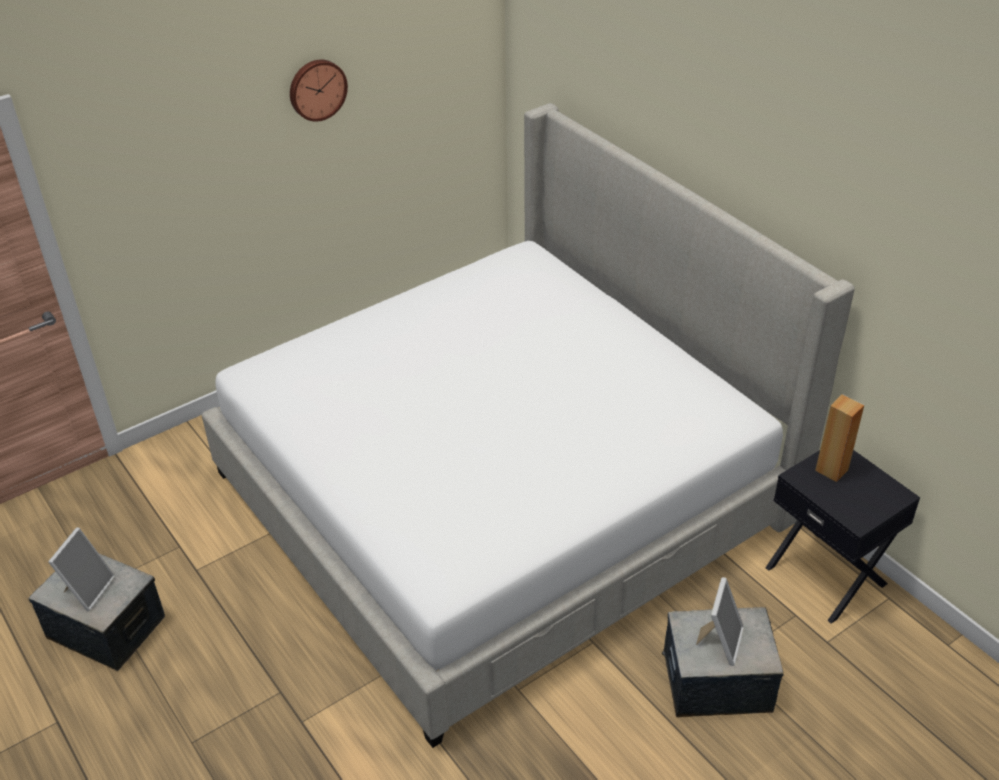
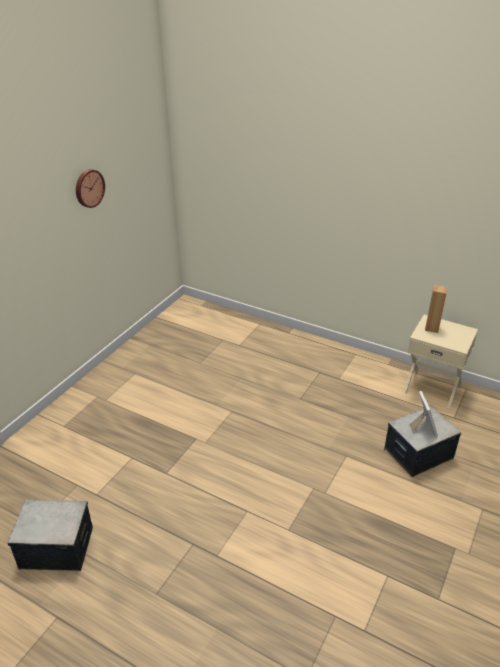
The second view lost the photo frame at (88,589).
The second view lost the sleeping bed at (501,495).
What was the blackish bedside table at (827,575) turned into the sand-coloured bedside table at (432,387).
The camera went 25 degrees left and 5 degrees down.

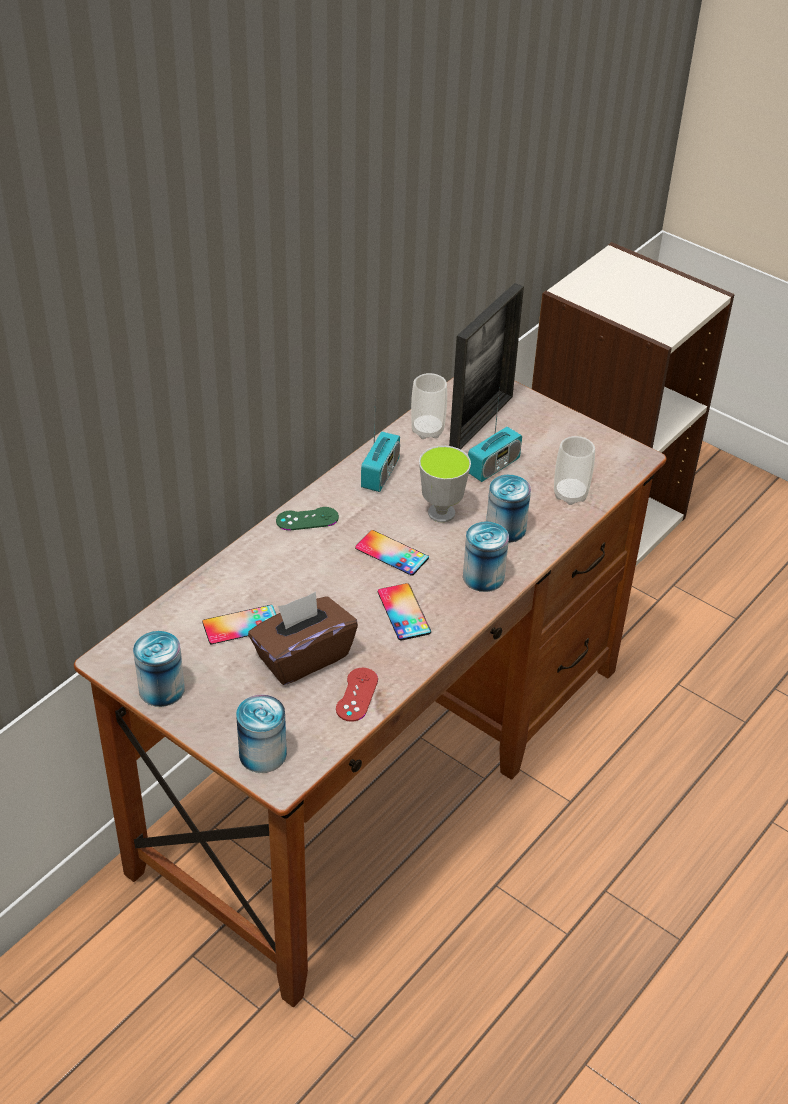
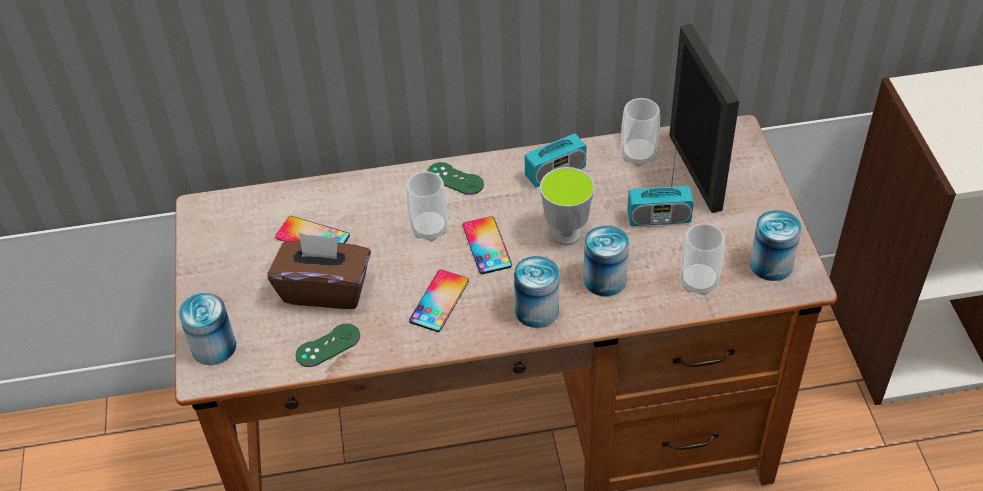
The can ended up elsewhere, having gone from (161,689) to (771,264).
What was the red-coloured joypad at (357,694) turned into the greenish joypad at (328,345).
The photo frame at (481,421) ended up facing another way, 90 degrees counterclockwise from before.
The second view gained the drinking cup at (429,229).
The camera went 45 degrees right and 5 degrees up.

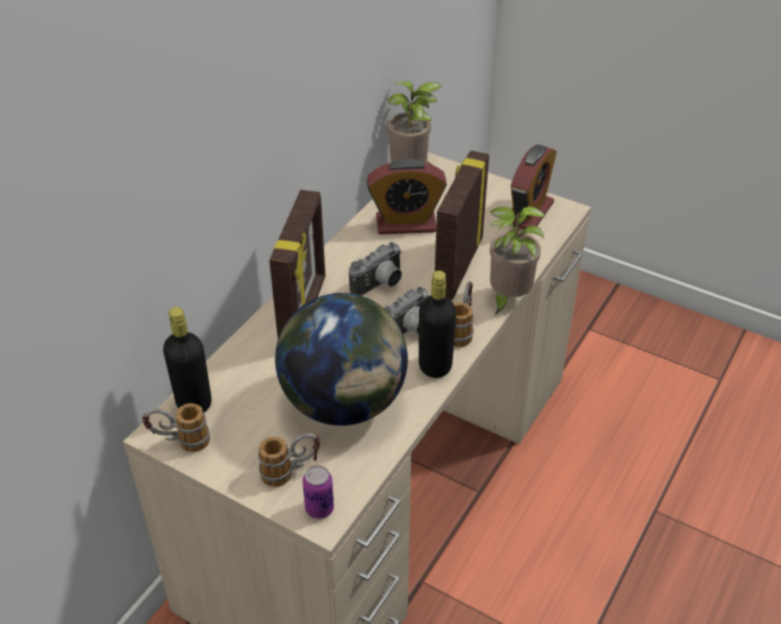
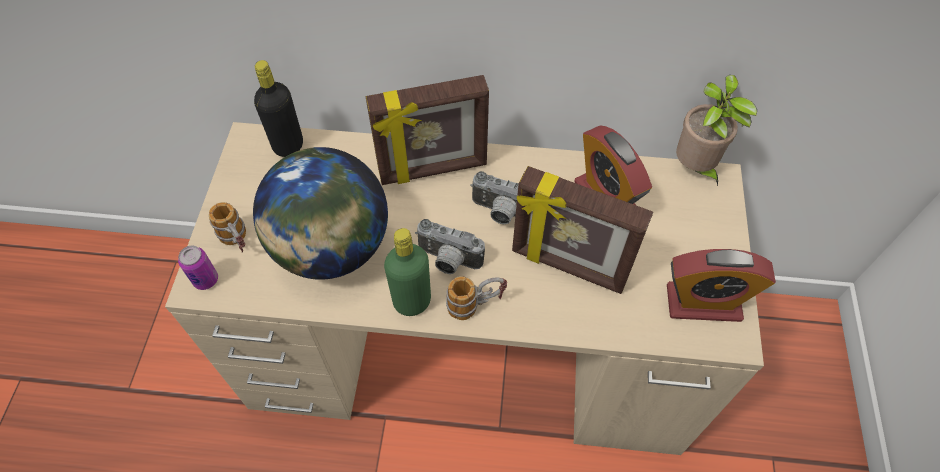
The second view lost the mug at (180,442).
What was the blackish beverage bottle at (435,366) turned into the greenish beverage bottle at (412,301).
The photo frame at (457,266) ended up facing another way, 150 degrees counterclockwise from before.
The second view lost the plant in a pot at (507,299).
The camera went 65 degrees right and 15 degrees up.

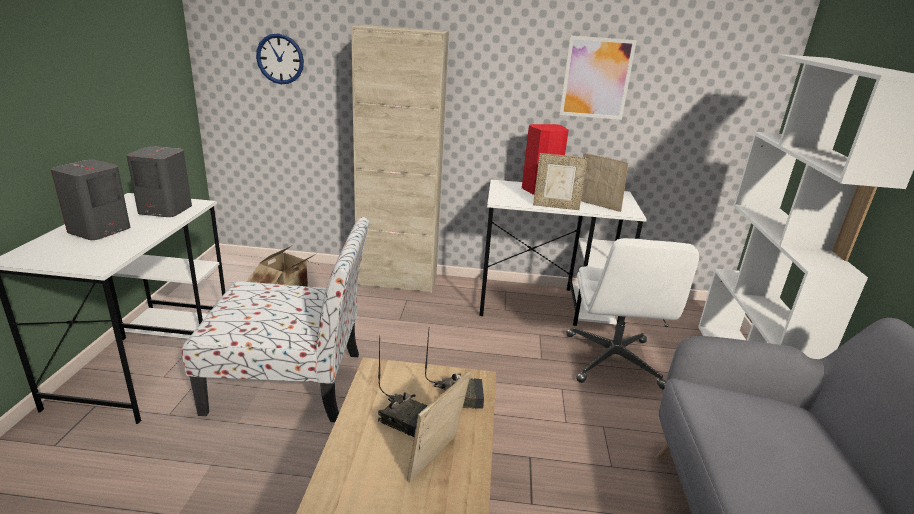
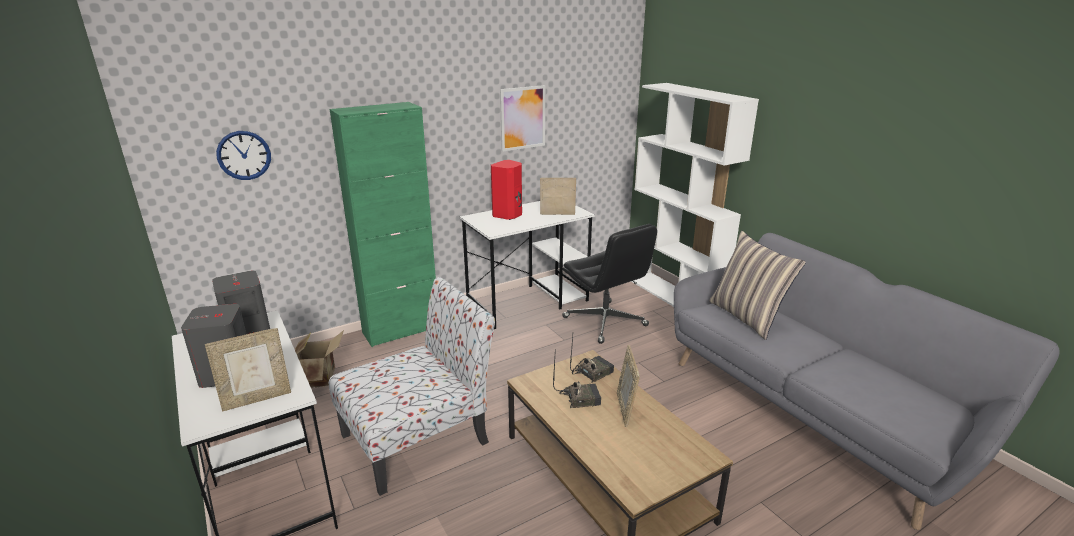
What was the sand-coloured cabinet at (397,281) turned into the greenish cabinet at (401,330).
The photo frame ended up elsewhere, having gone from (556,206) to (257,399).
What was the white computer chair at (613,362) turned into the blackish computer chair at (605,322).
The second view gained the pillow at (747,317).
The camera went 35 degrees left and 0 degrees up.

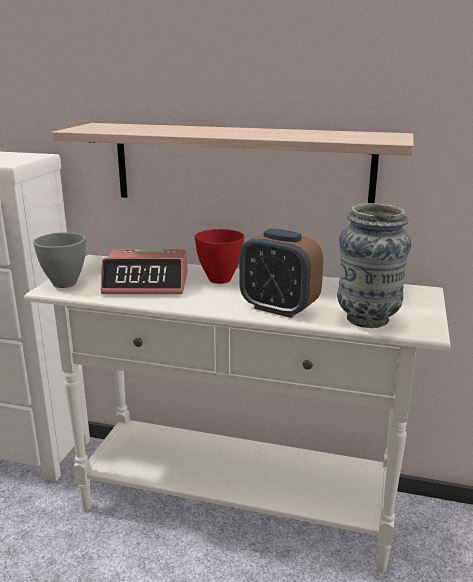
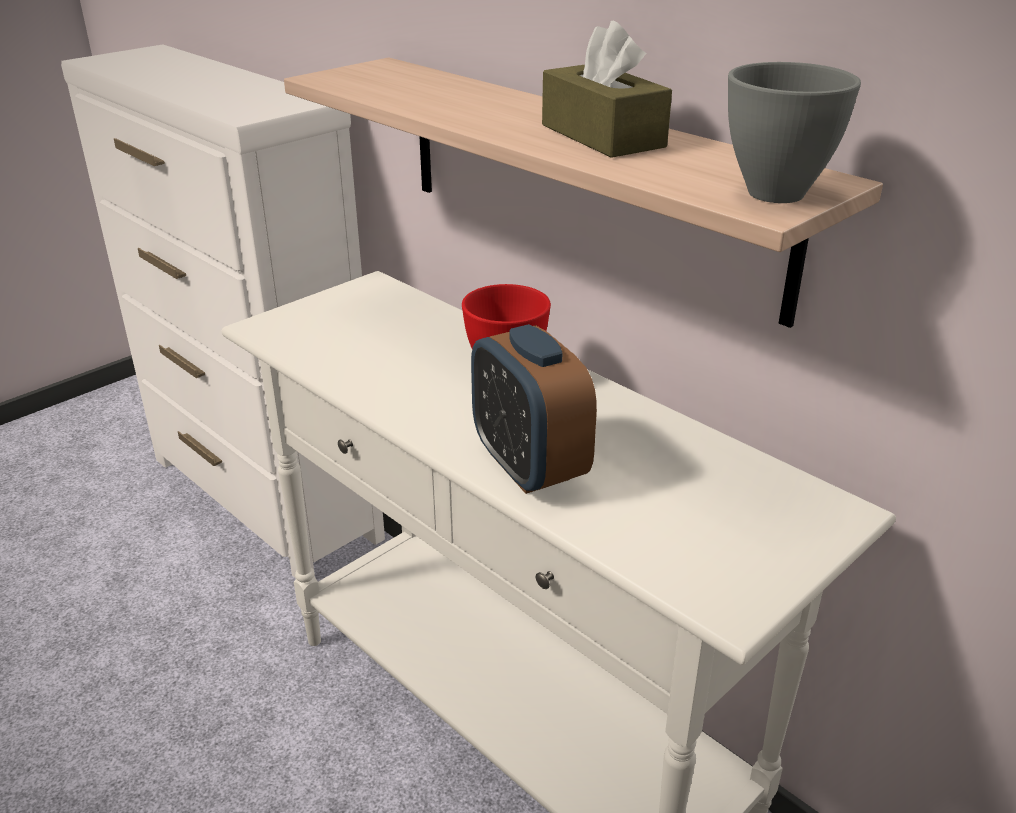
The gray deep dish ended up elsewhere, having gone from (63,283) to (772,193).
The second view lost the table clock at (147,284).
The second view lost the decorative vase at (367,320).
The second view gained the brown box of tissues at (602,136).
The camera went 30 degrees right and 10 degrees up.

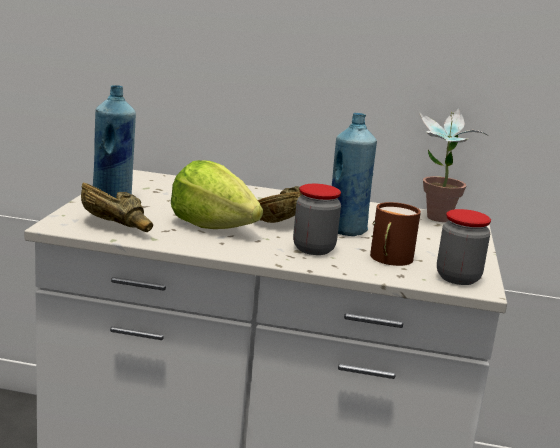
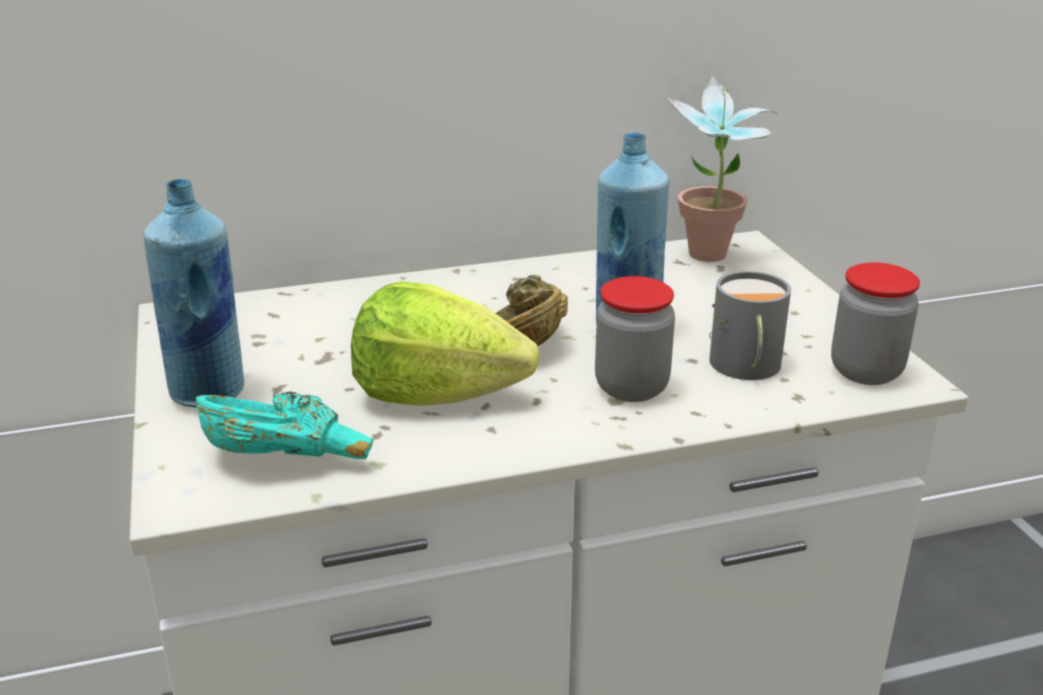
What was the brown deep dish at (120,225) turned into the blue-green deep dish at (290,454).
What was the brown mug at (389,258) turned into the gray mug at (745,366).
The camera went 25 degrees left and 10 degrees up.

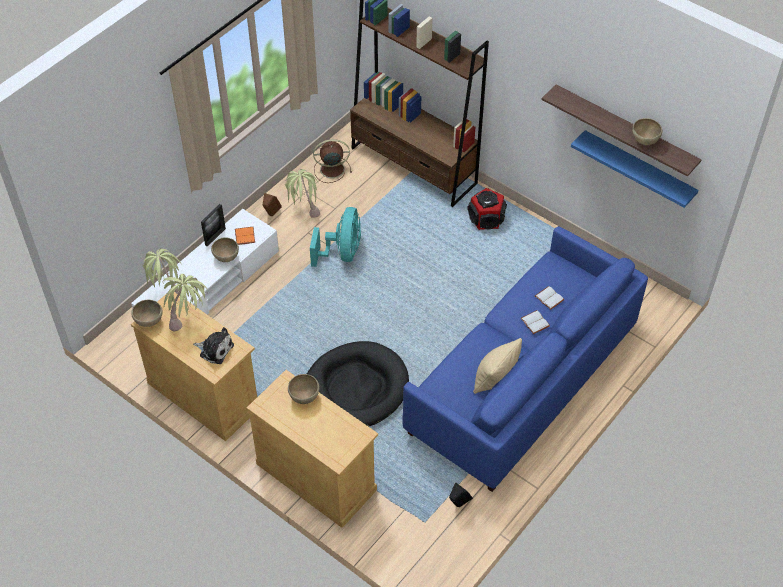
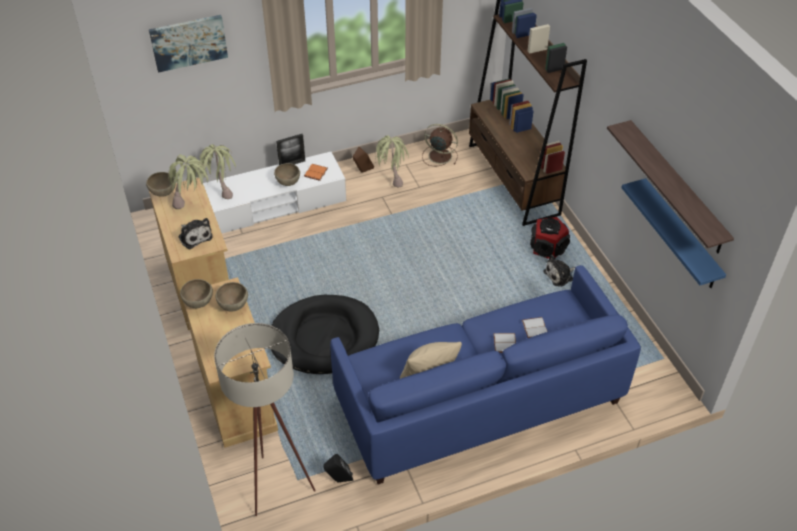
The second view lost the blue-green electric fan at (342,253).
The brown deep dish ended up elsewhere, having gone from (644,141) to (198,303).
The second view gained the picture at (188,42).
The second view gained the sand-coloured floor lamp at (275,480).
The second view gained the plush toy at (560,275).
The camera went 30 degrees right and 5 degrees down.

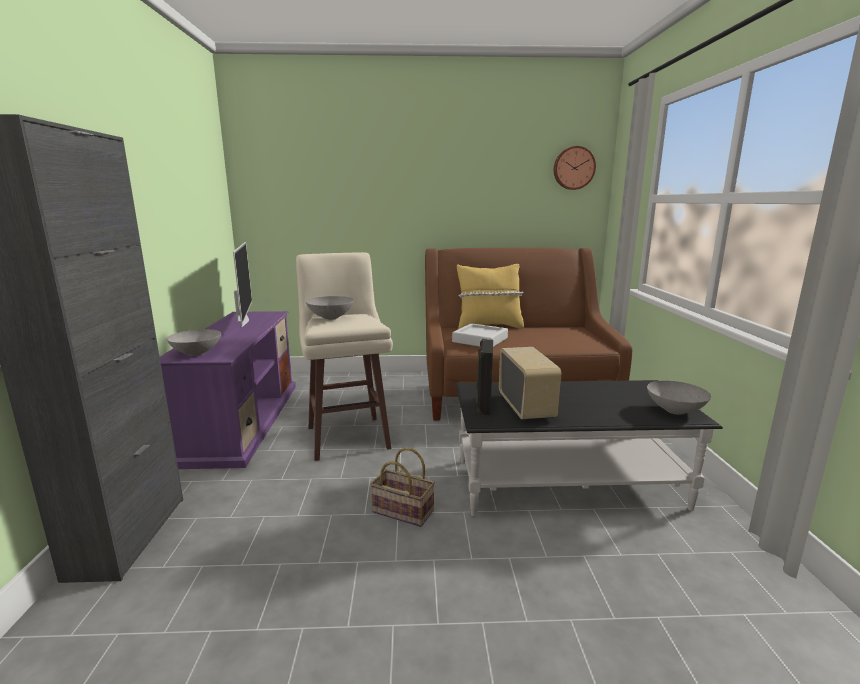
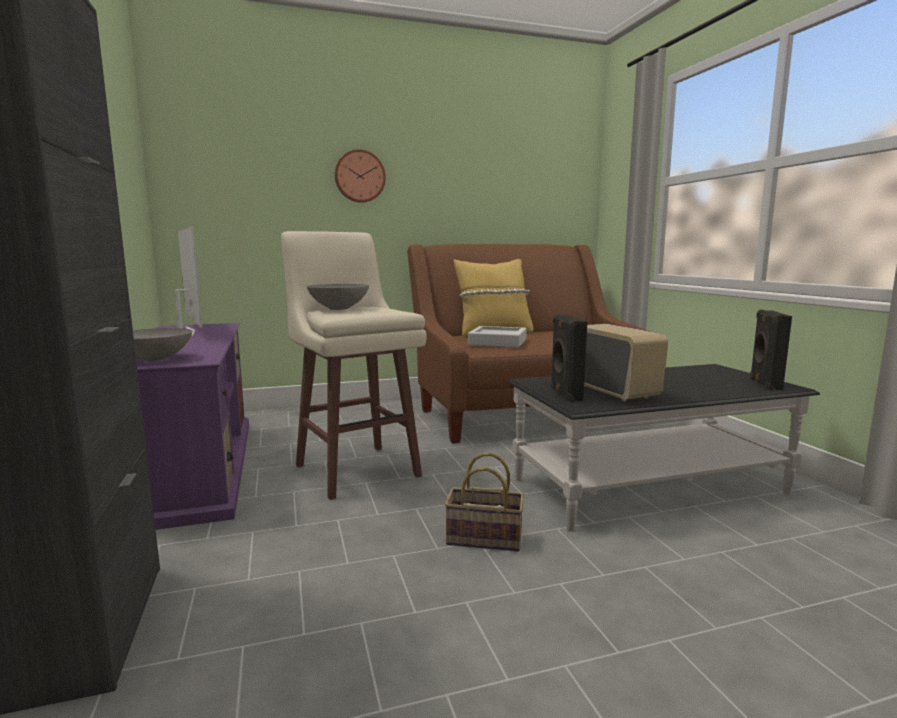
The hanging clock ended up elsewhere, having gone from (573,168) to (359,176).
Where the gray deep dish stood at (675,411), the blackish audio speaker came to stand at (764,384).
The camera went 15 degrees left and 5 degrees down.

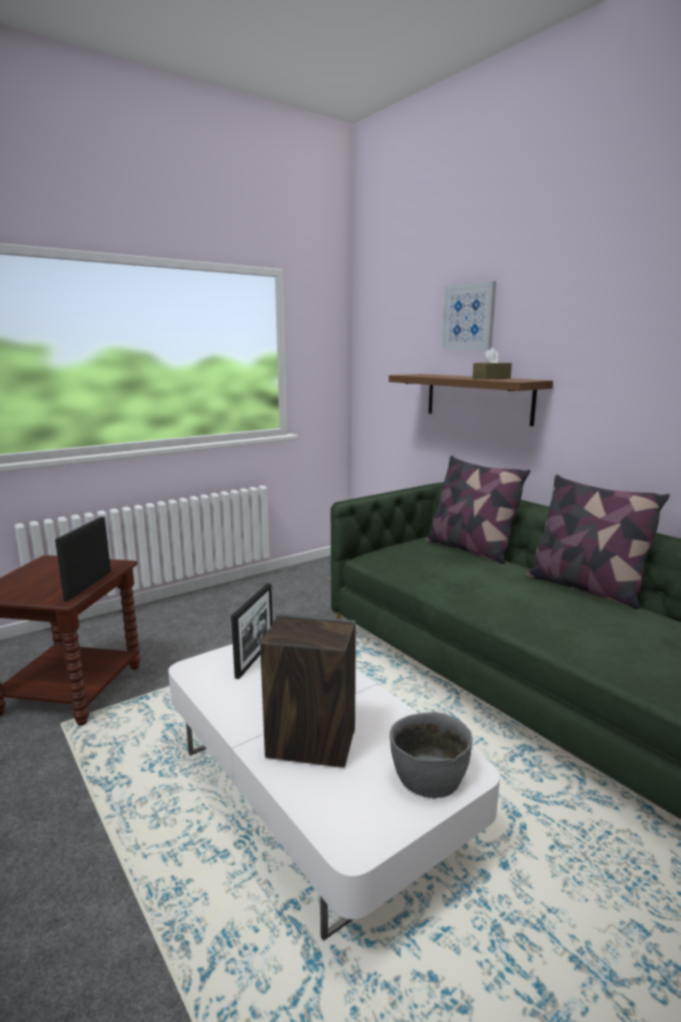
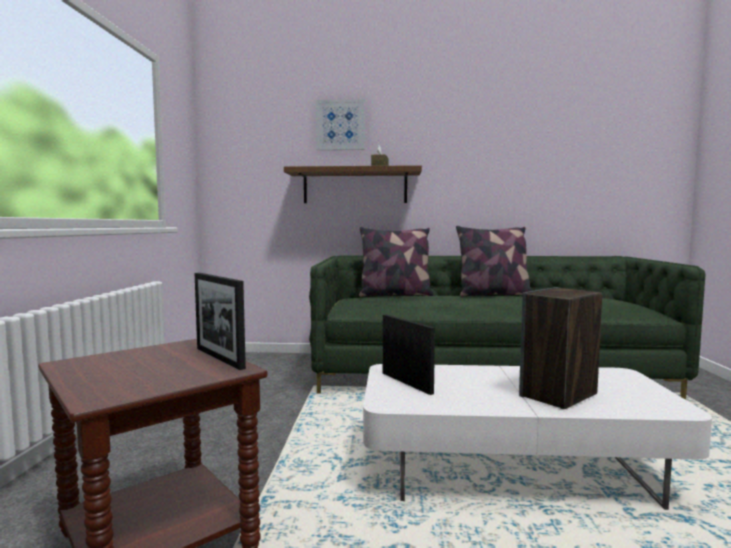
The second view lost the gray deep dish at (428,776).
The camera went 50 degrees left and 10 degrees down.

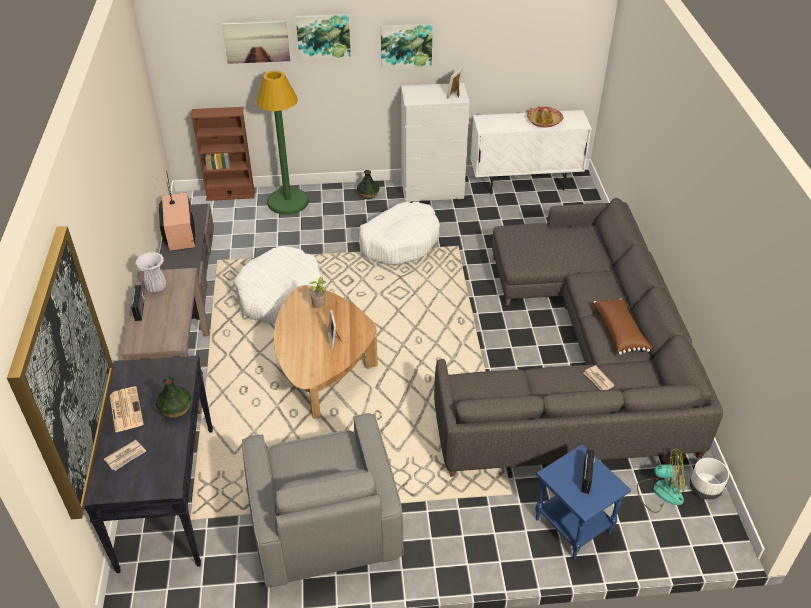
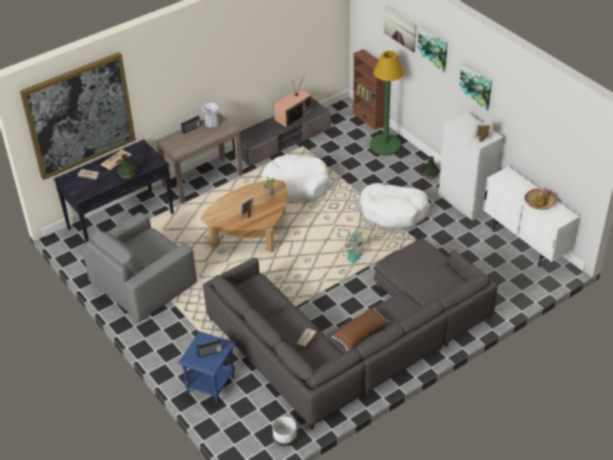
The electric fan ended up elsewhere, having gone from (660,492) to (352,253).
The camera went 60 degrees right and 0 degrees up.

